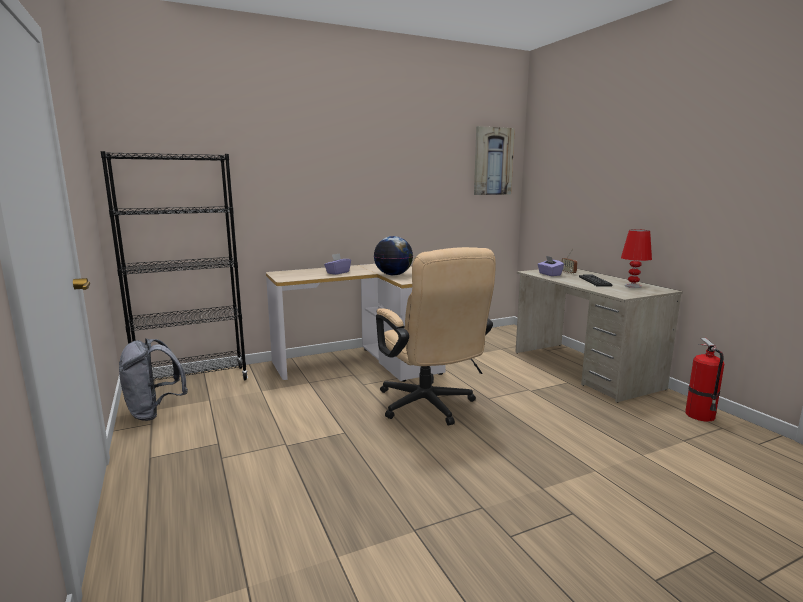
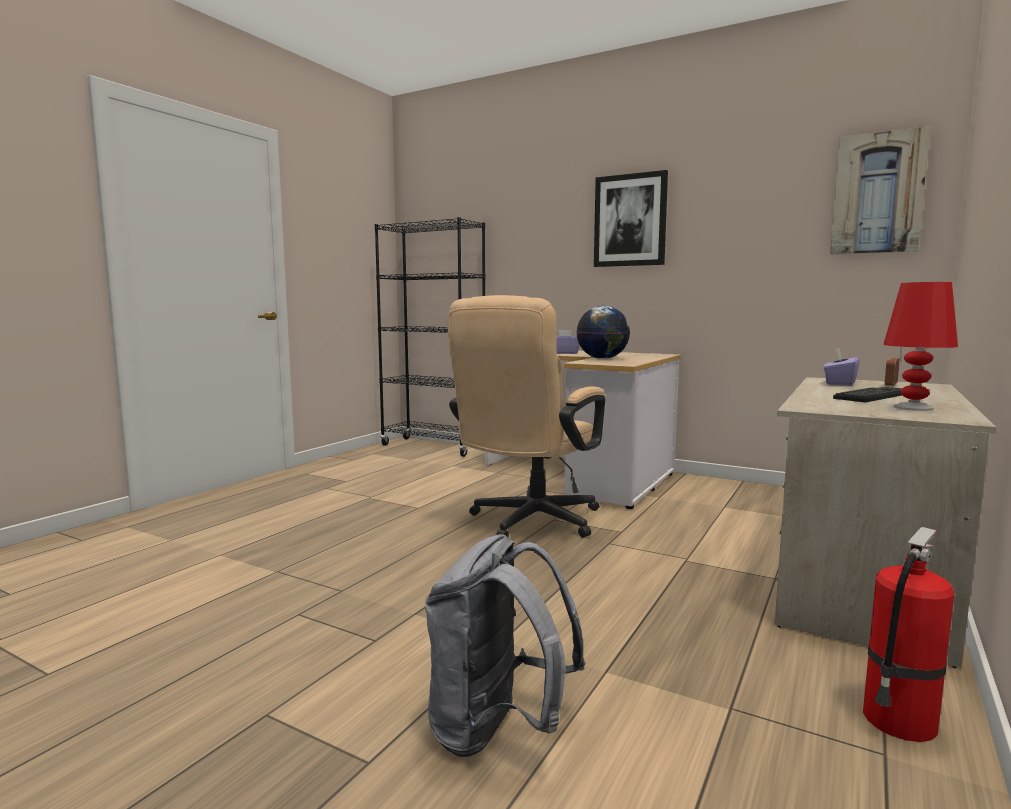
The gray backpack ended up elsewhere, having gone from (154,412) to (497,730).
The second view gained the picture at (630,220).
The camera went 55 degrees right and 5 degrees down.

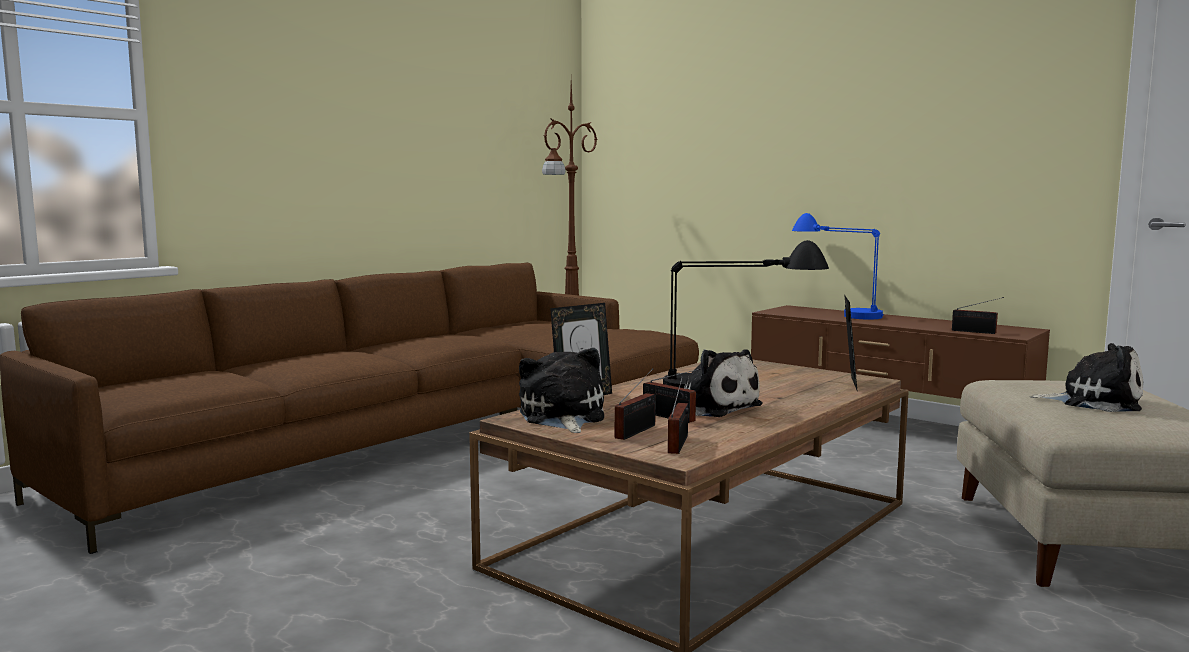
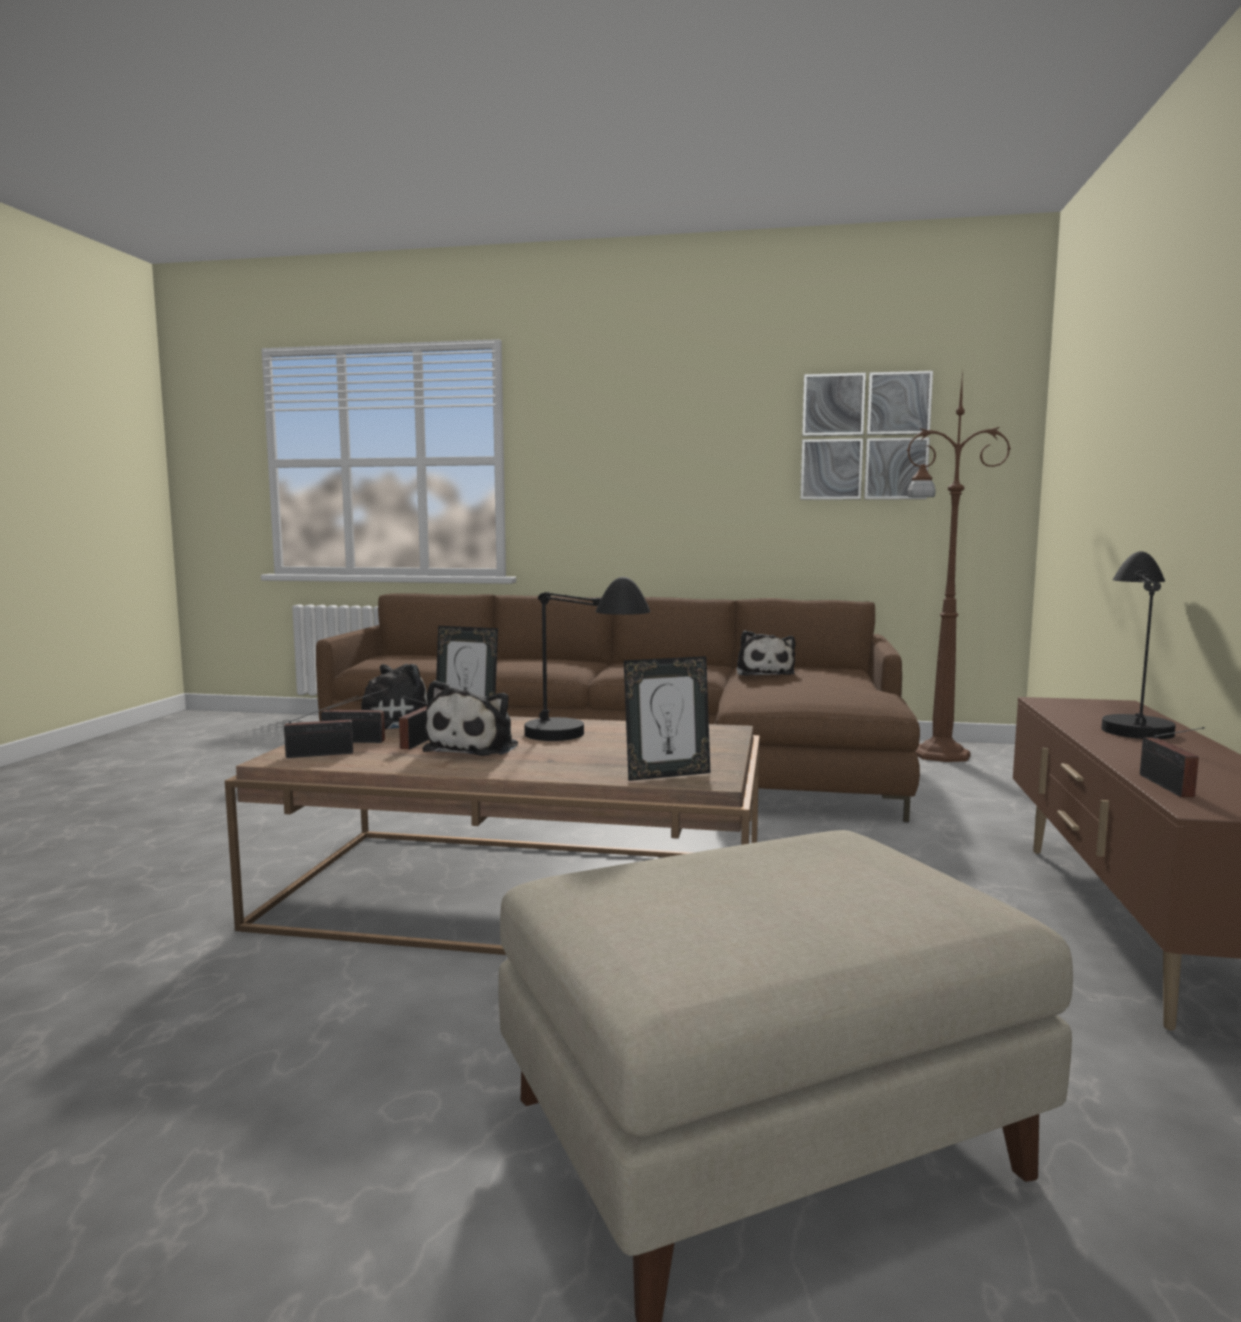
What was the blue-coloured table lamp at (836,313) turned into the blackish table lamp at (1132,720).
The plush toy ended up elsewhere, having gone from (1094,402) to (764,673).
The second view gained the picture at (864,437).
The camera went 60 degrees right and 0 degrees up.

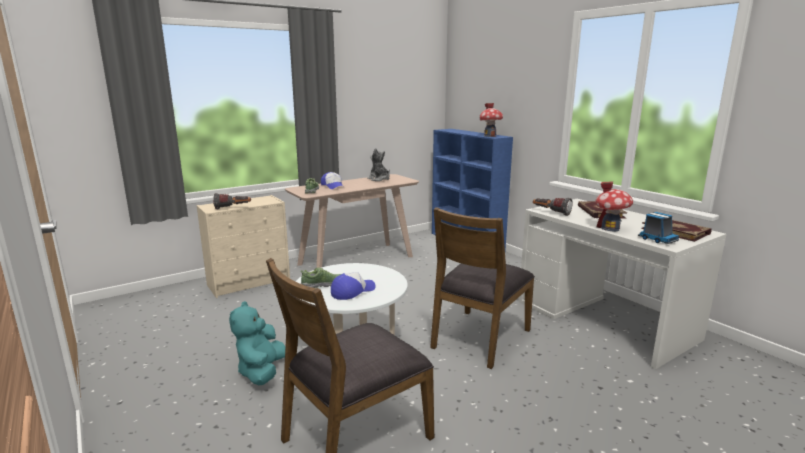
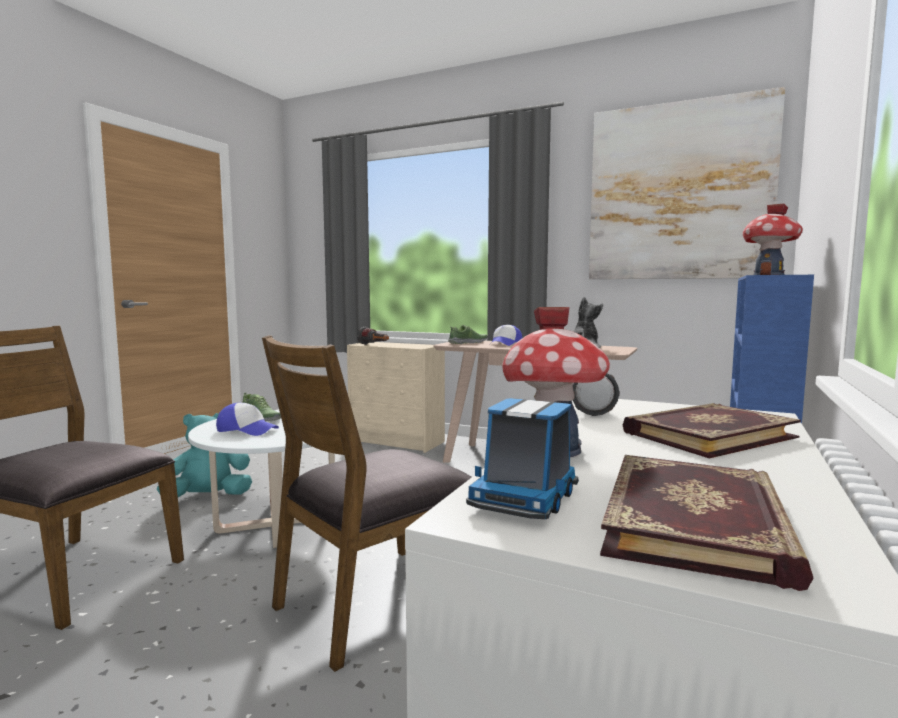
The brown upright chair at (479,338) ended up facing another way, 45 degrees counterclockwise from before.
The second view gained the picture at (678,192).
The camera went 60 degrees right and 10 degrees down.

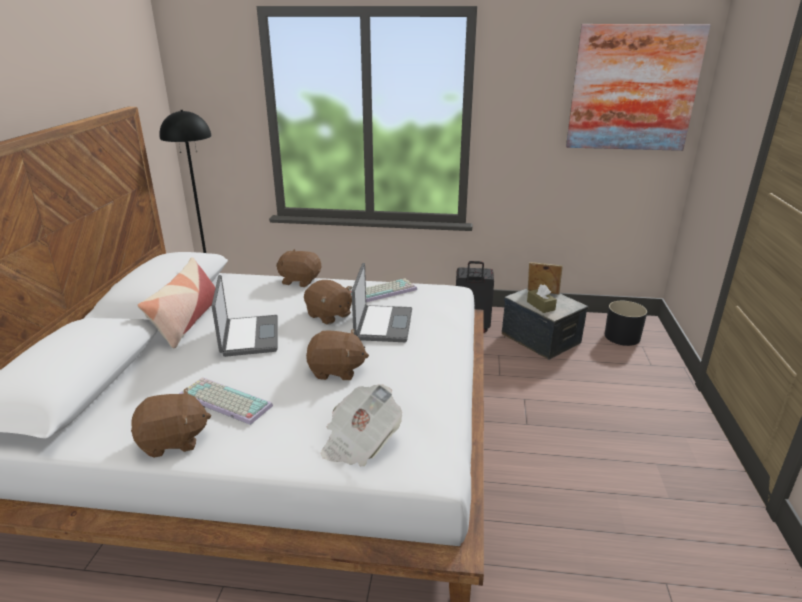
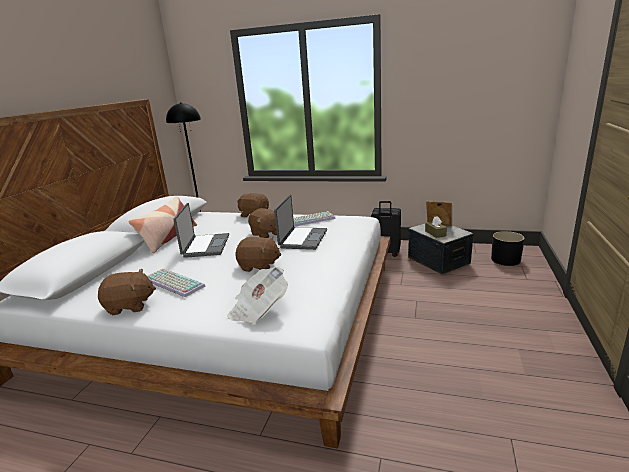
The second view lost the picture at (633,88).
The camera went 10 degrees right and 5 degrees down.

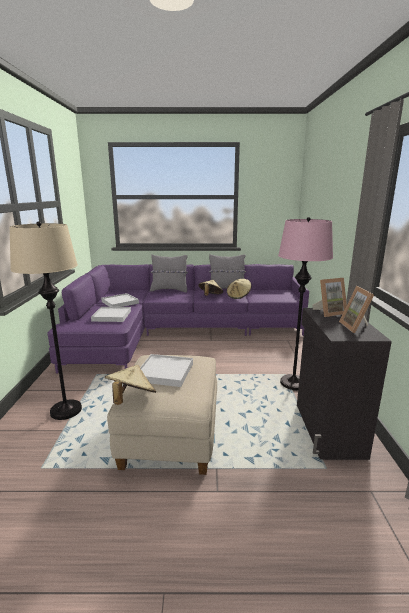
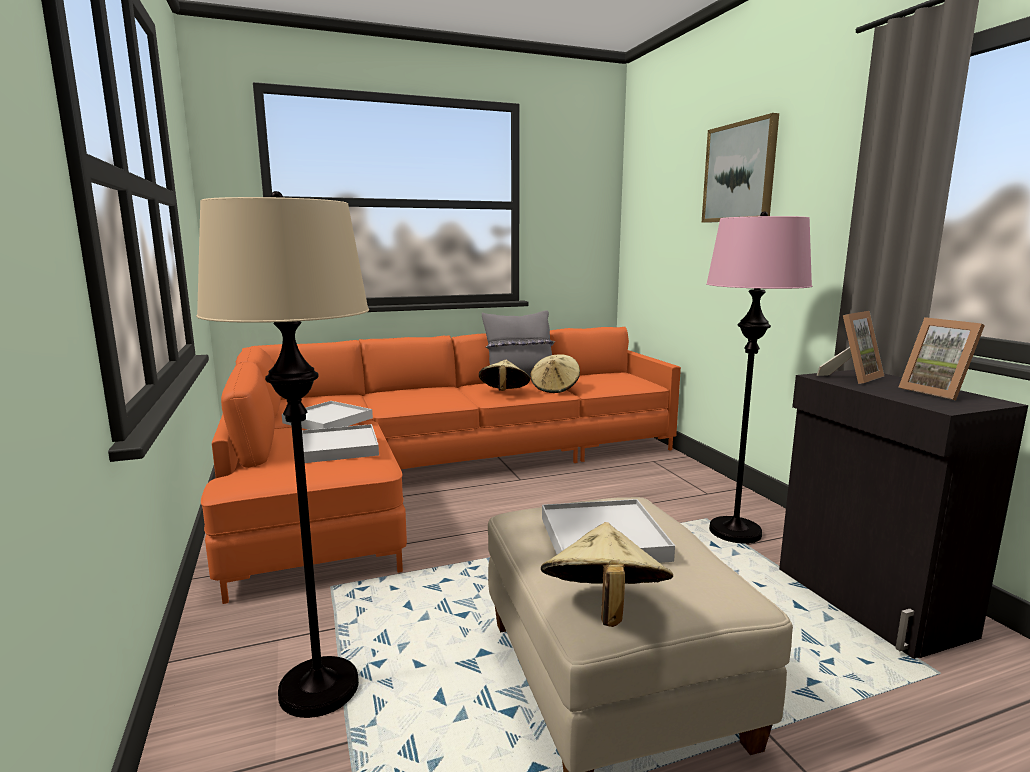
What was the purple-coloured sofa at (175,332) turned into the orange sofa at (436,474).
The second view lost the gray pillow at (169,290).
The second view gained the picture at (740,172).
The camera went 20 degrees left and 5 degrees down.

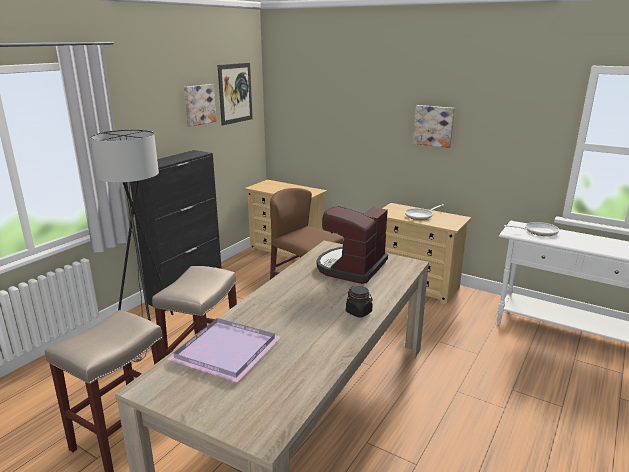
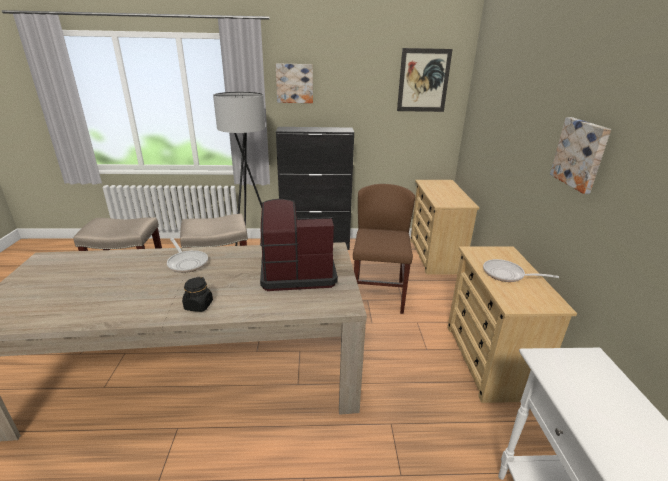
The second view lost the purple-coloured serving tray at (226,352).
The picture ended up elsewhere, having gone from (199,104) to (294,83).
The skillet ended up elsewhere, having gone from (537,231) to (187,263).
The camera went 55 degrees right and 5 degrees up.

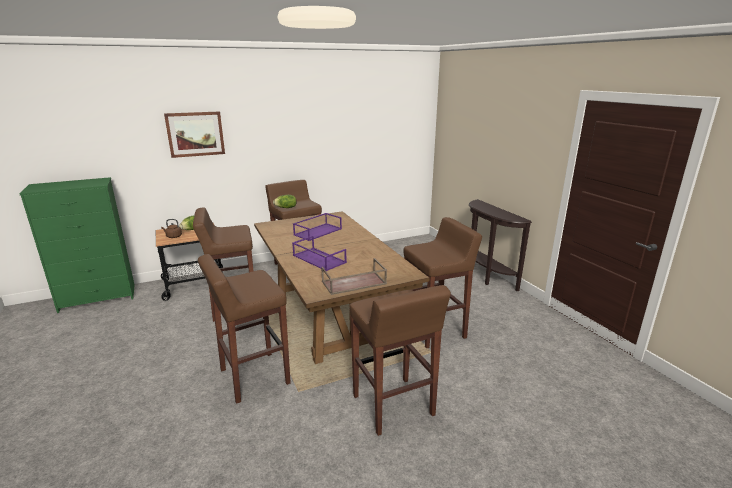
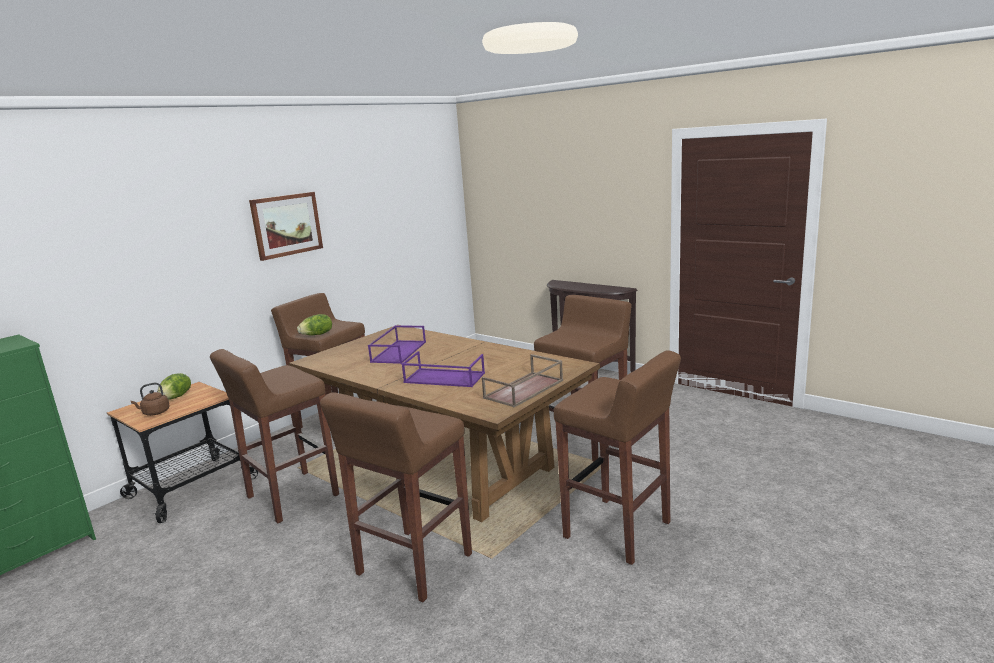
The picture ended up elsewhere, having gone from (195,134) to (286,225).
The camera went 25 degrees left and 5 degrees down.

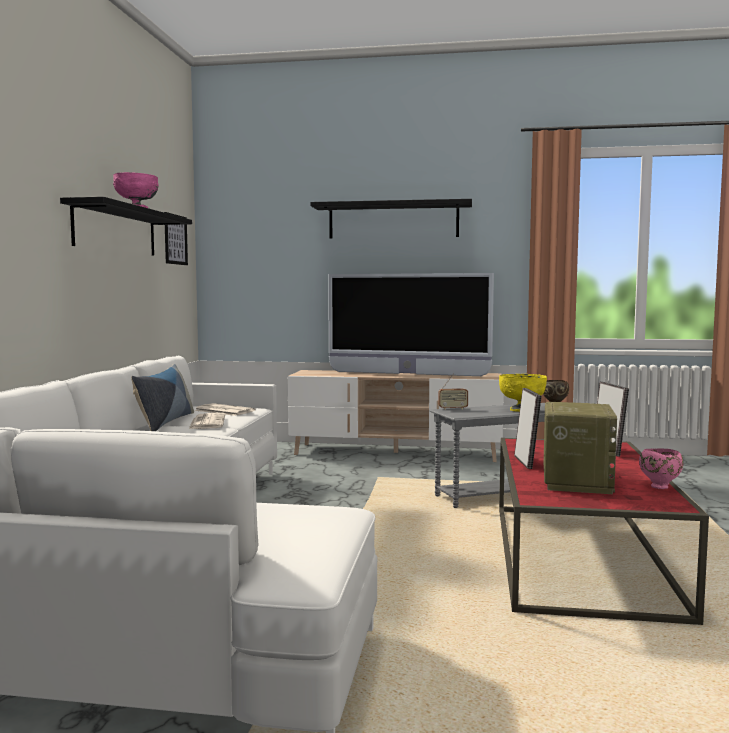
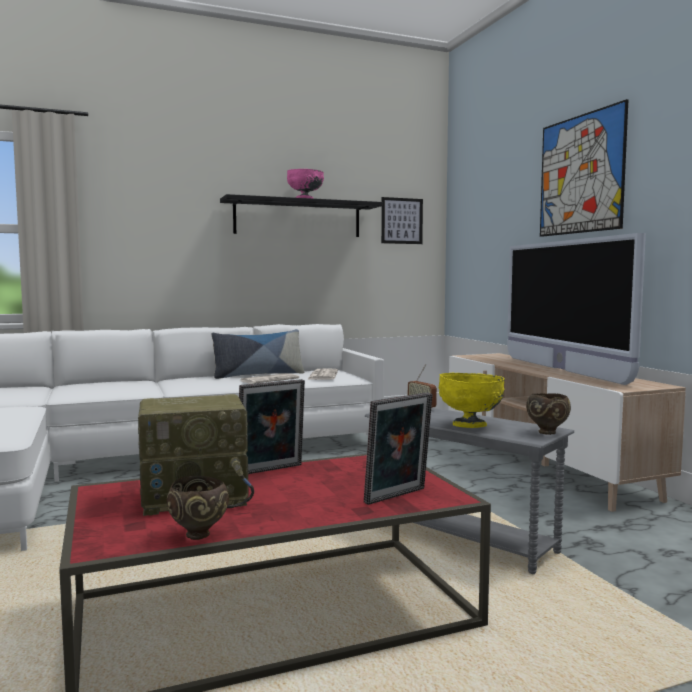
Where the blackish shelf hung at (393,221), the picture came to hang at (580,174).
What was the pink-coloured deep dish at (660,486) turned into the brown deep dish at (199,535).
The camera went 60 degrees right and 0 degrees up.

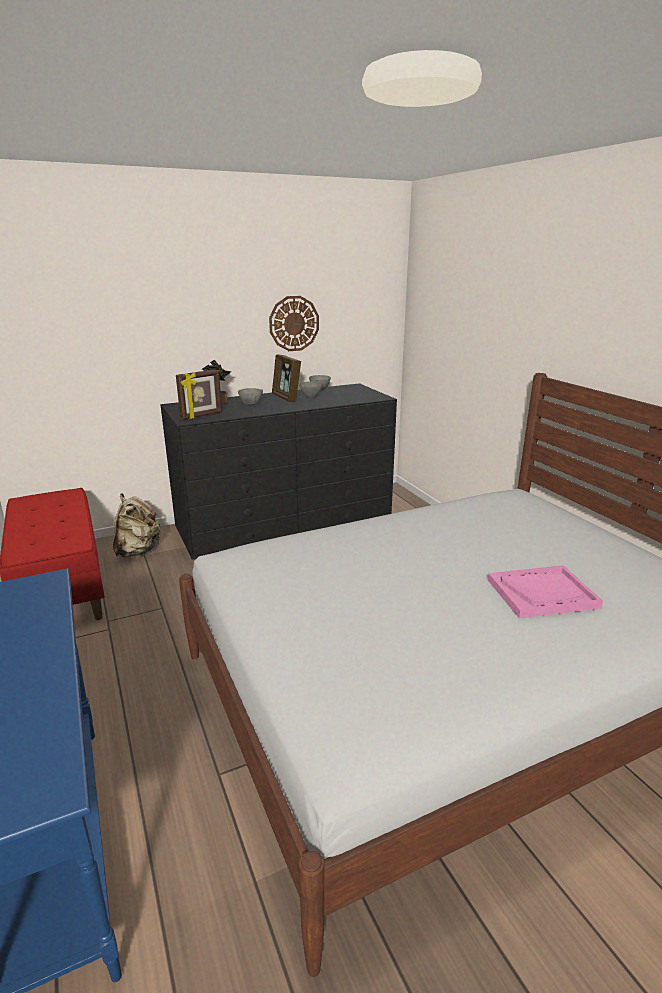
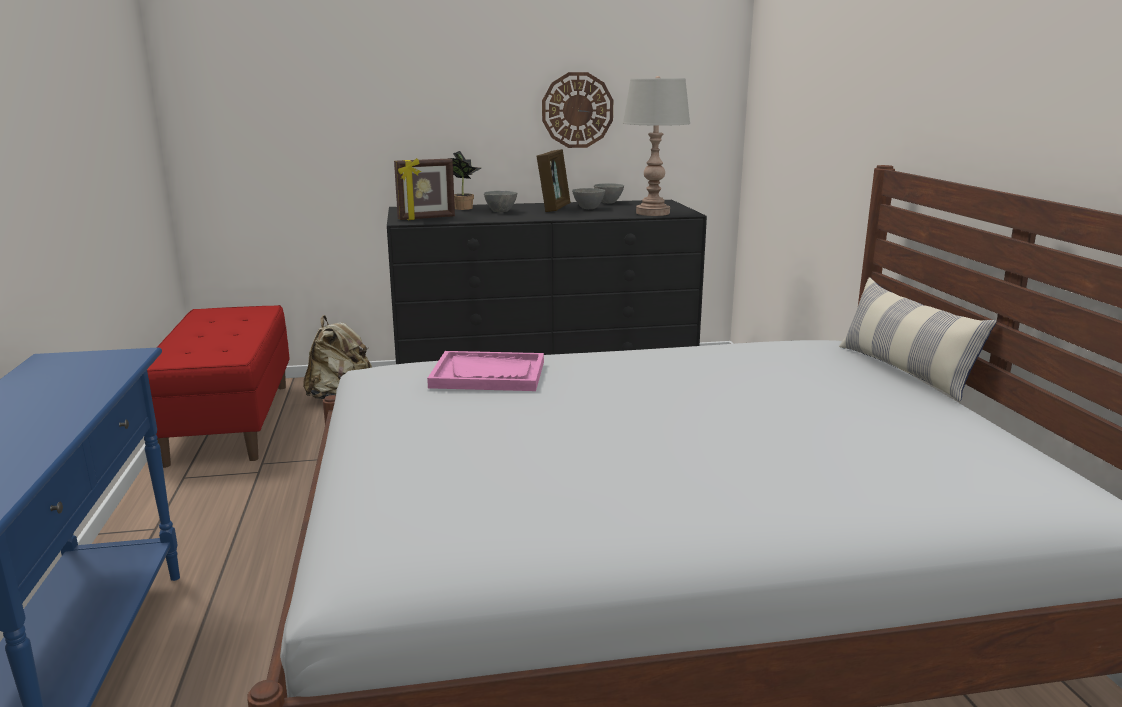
The photo frame at (286,397) ended up facing another way, 150 degrees counterclockwise from before.
The pink-coloured serving tray ended up elsewhere, having gone from (542,593) to (488,374).
The second view gained the gray table lamp at (653,213).
The second view gained the pillow at (903,371).
The camera went 15 degrees right and 5 degrees down.

